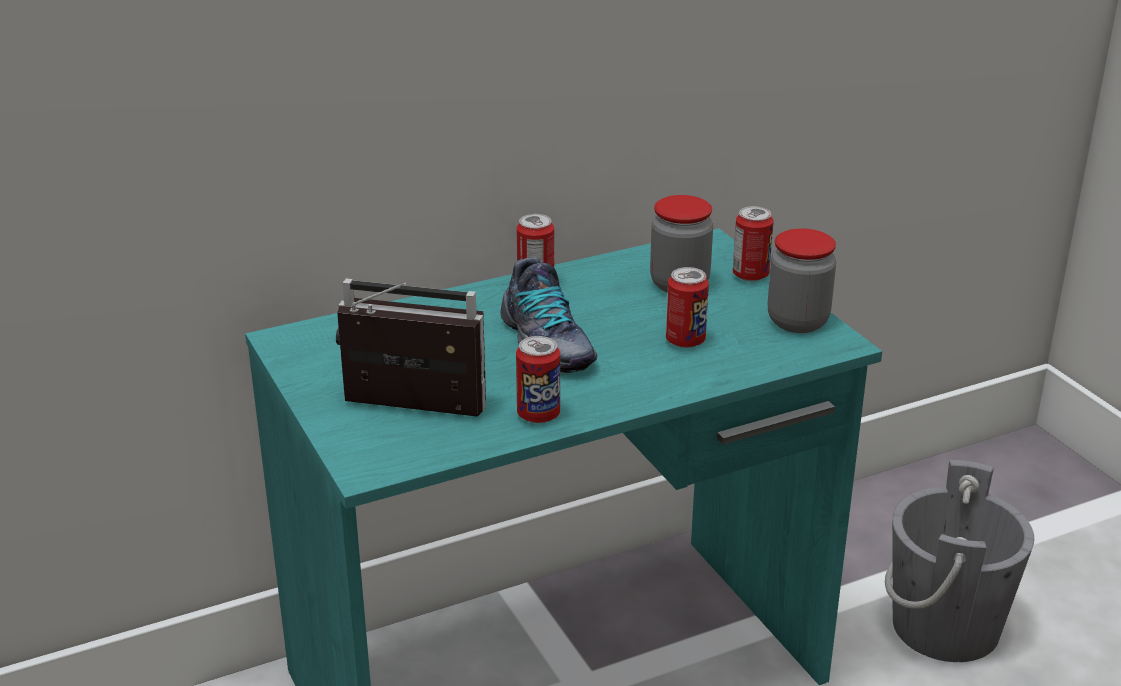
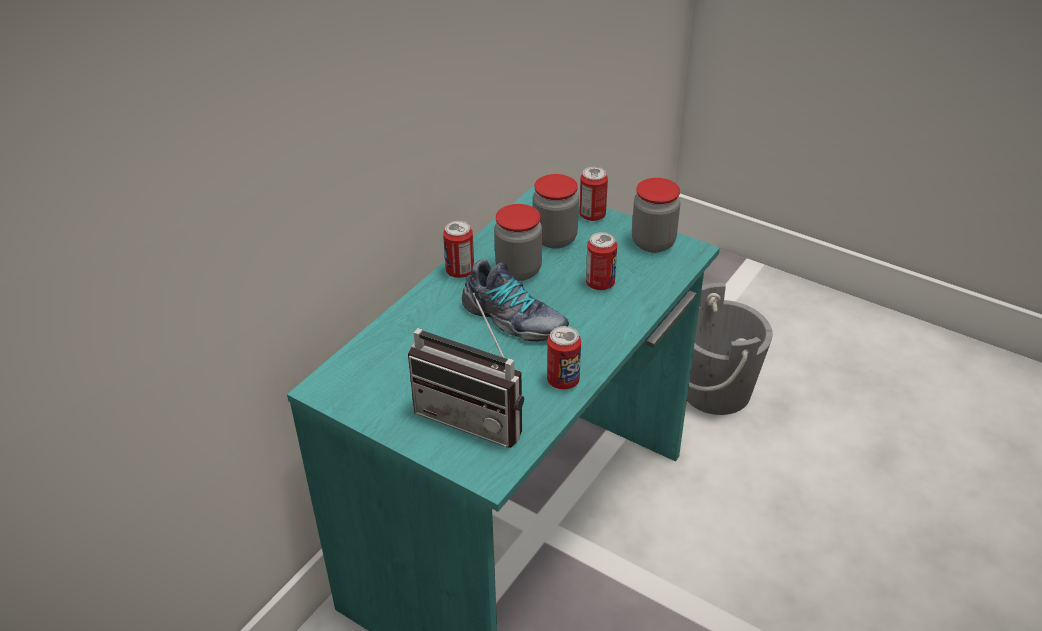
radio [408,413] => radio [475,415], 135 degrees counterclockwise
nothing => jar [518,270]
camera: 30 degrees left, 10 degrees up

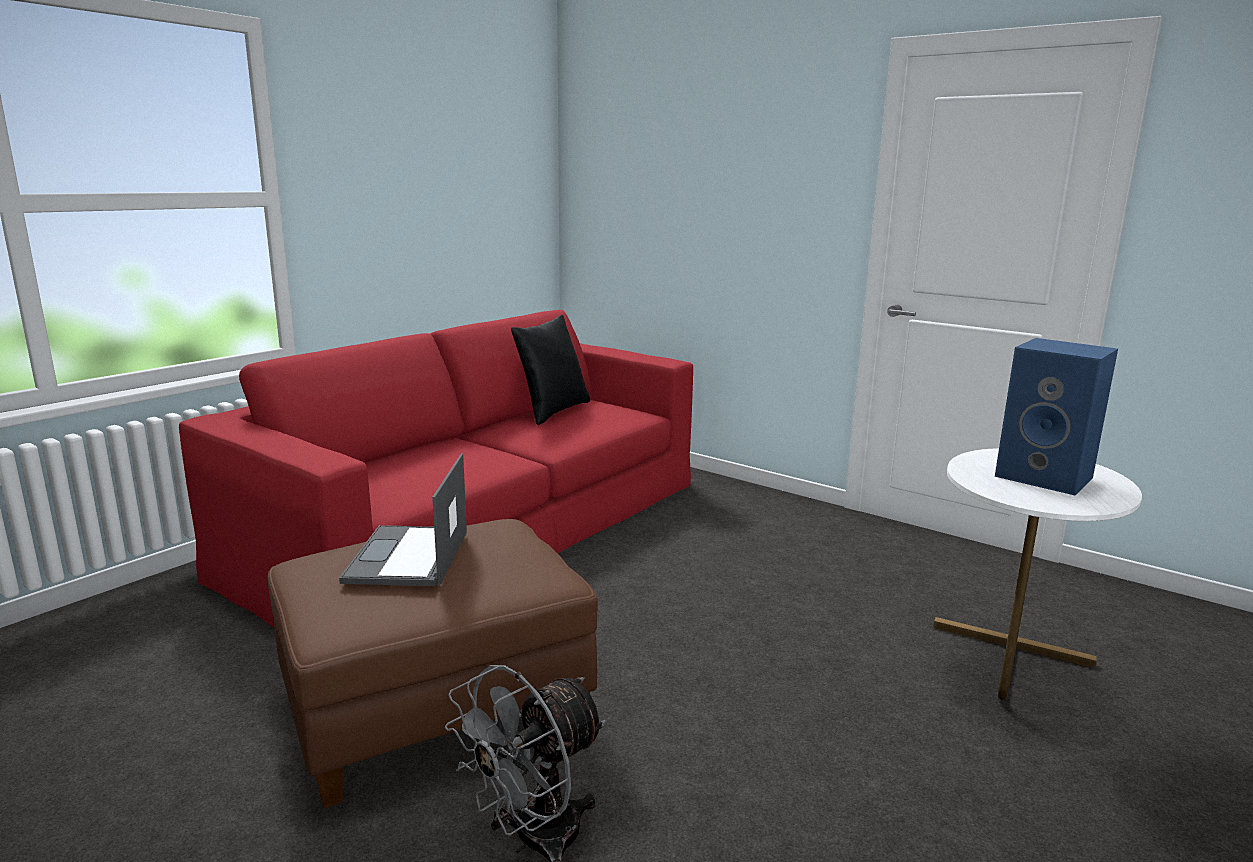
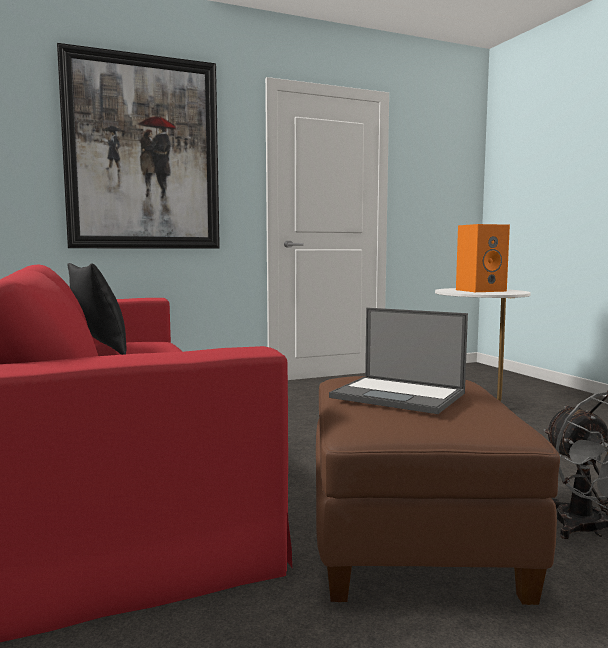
nothing => picture [143,154]
blue speaker [1046,477] => orange speaker [481,290]
camera: 60 degrees left, 10 degrees down

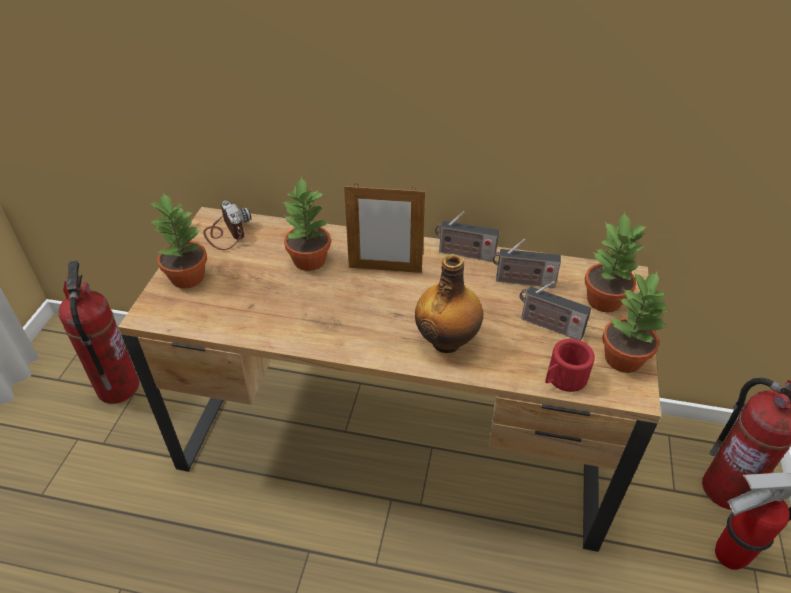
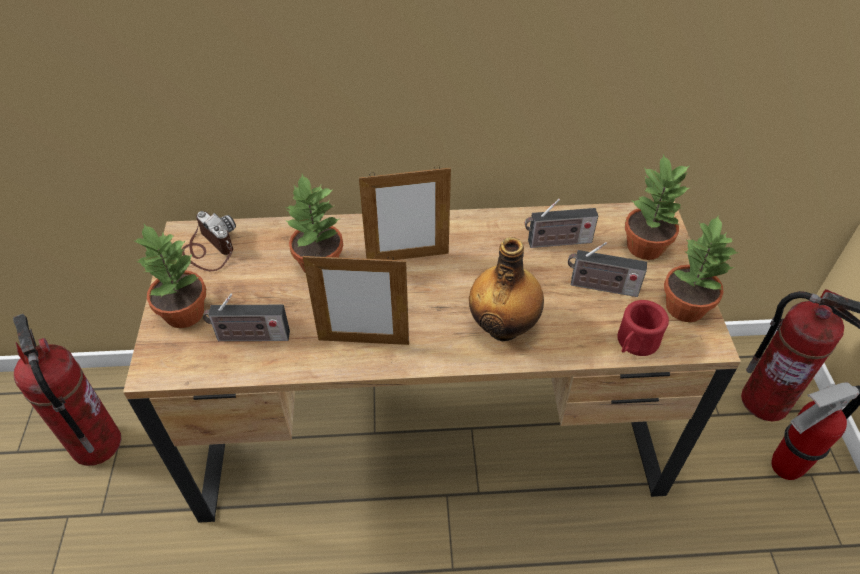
radio [464,254] => radio [250,337], moved
nothing => picture frame [363,341]
camera: 15 degrees left, 5 degrees up

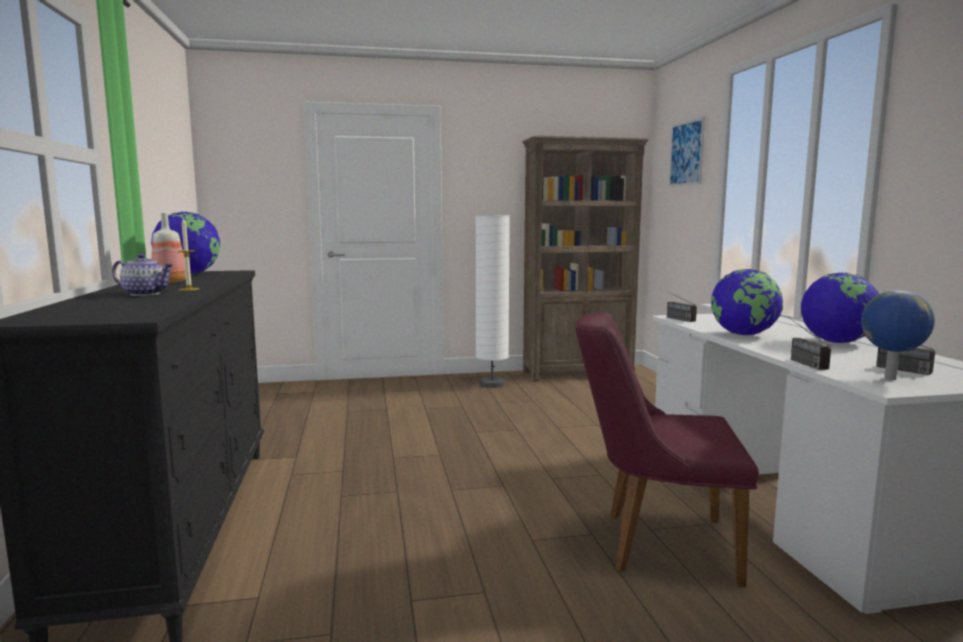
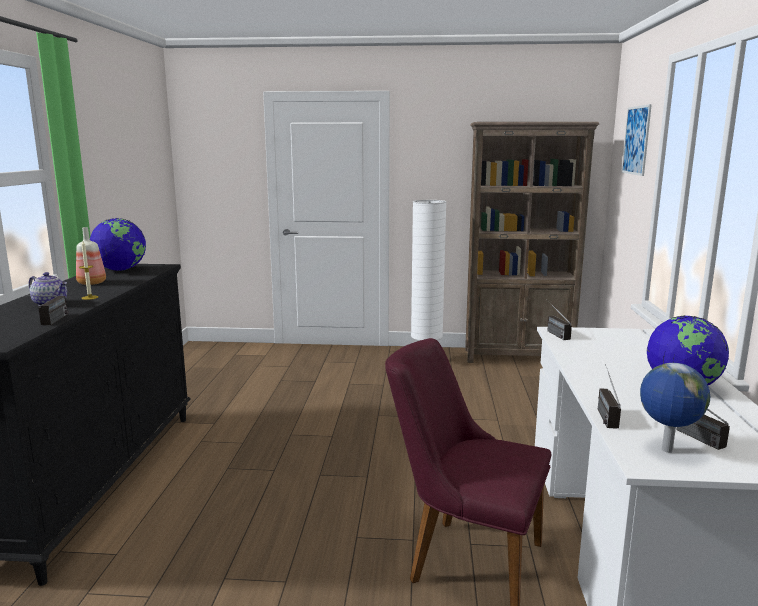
nothing => radio [51,322]
globe [744,335] => nothing
camera: 15 degrees right, 5 degrees up

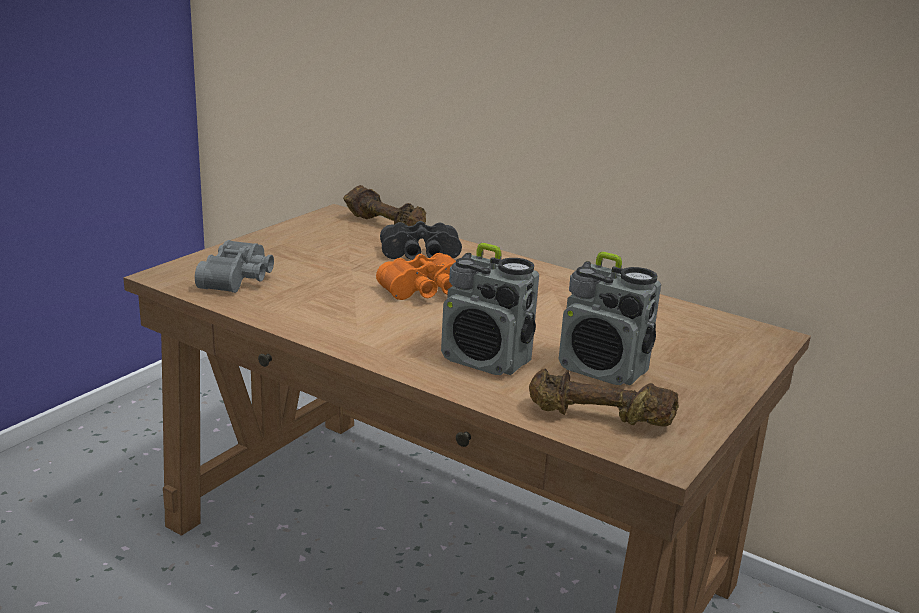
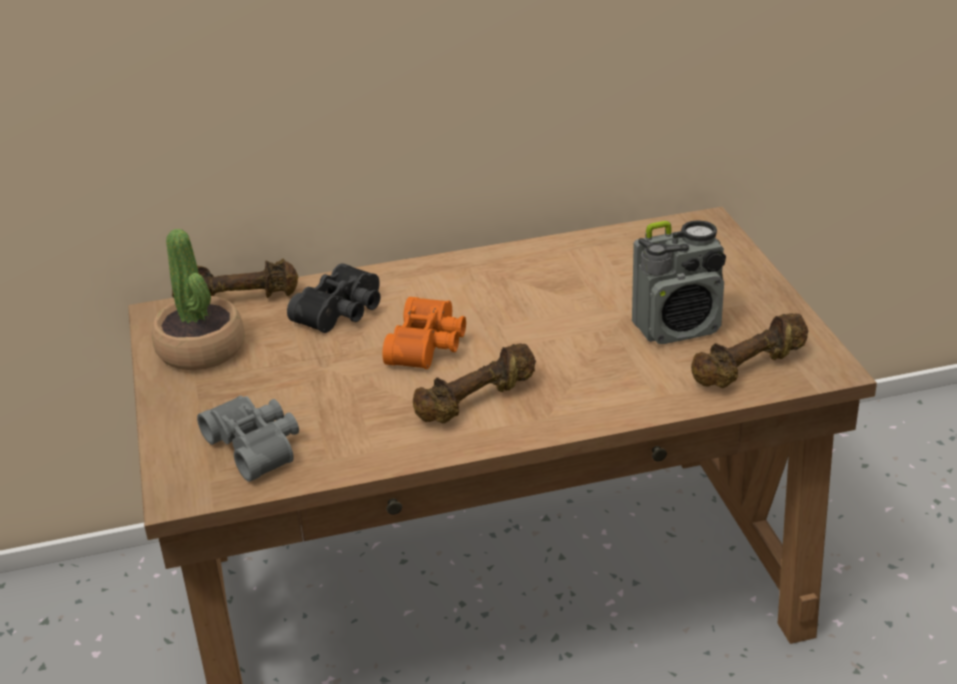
nothing => potted plant [201,349]
nothing => brown dumbbell [477,401]
radio [486,361] => nothing
camera: 45 degrees left, 10 degrees up

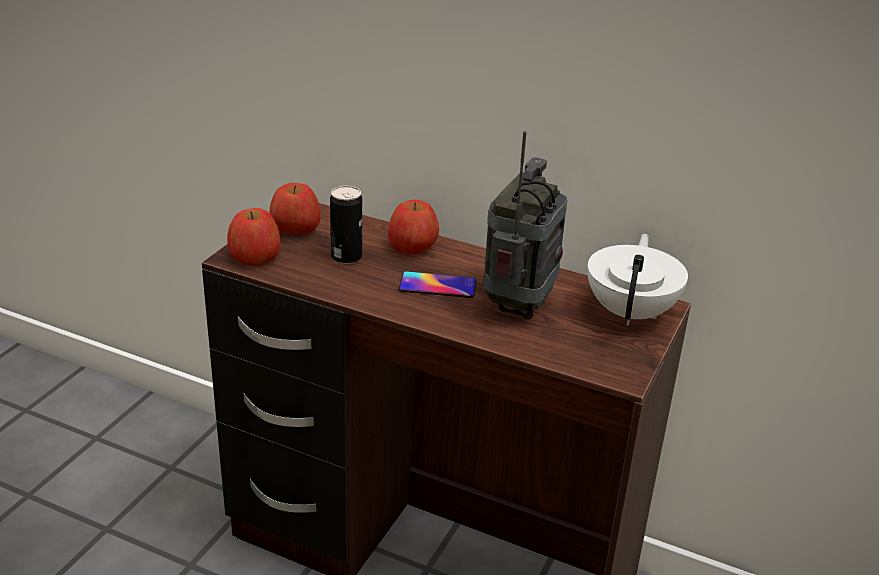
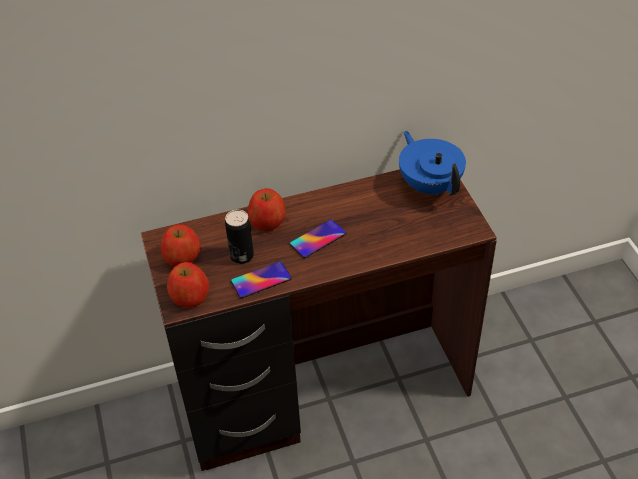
nothing => phone [261,280]
white teapot [631,312] => blue teapot [430,185]
radio [519,305] => nothing
camera: 40 degrees left, 15 degrees up

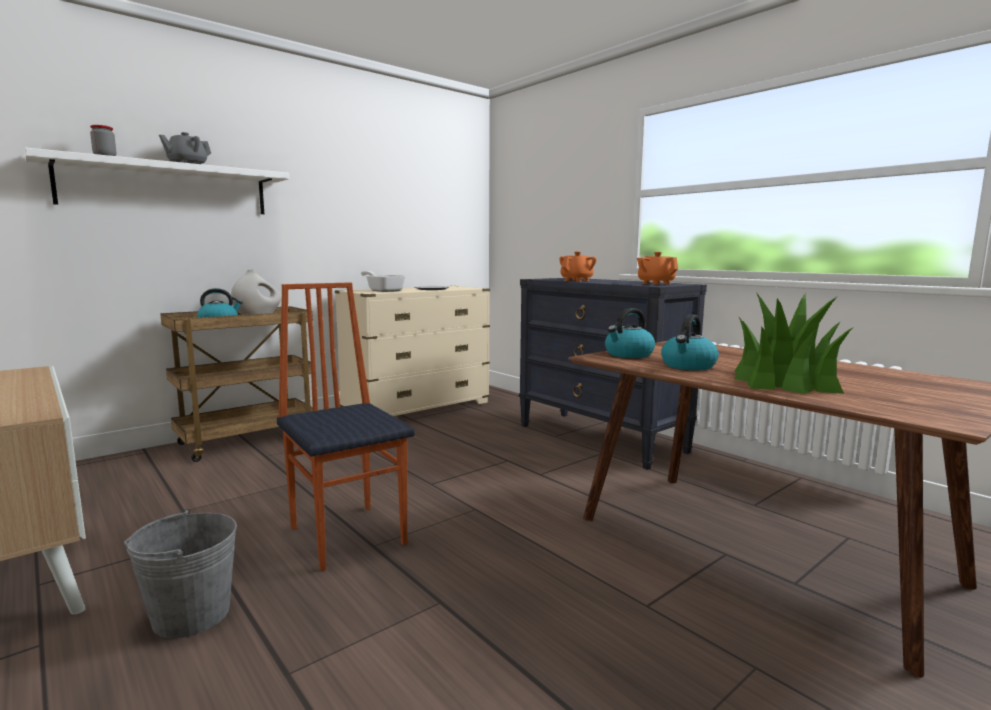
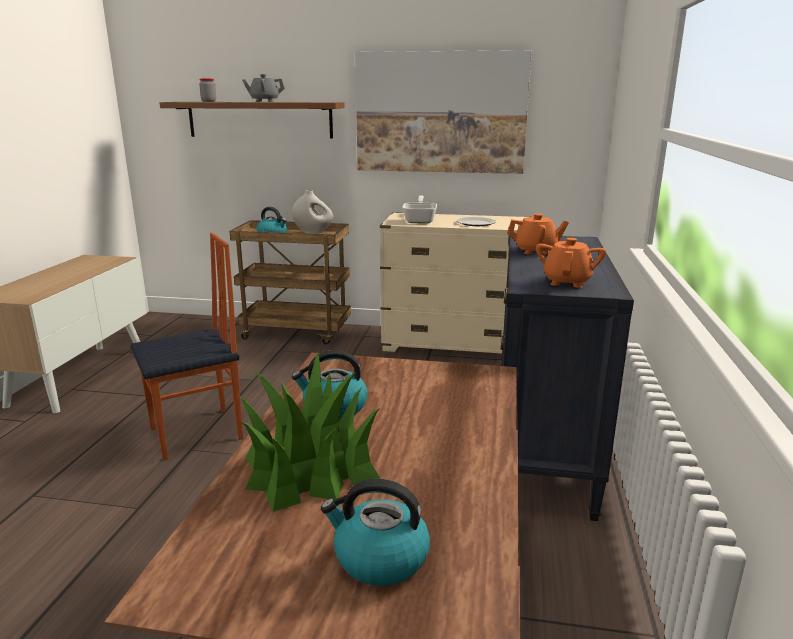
chair [349,534] => chair [197,434], 45 degrees clockwise
white shelf [167,188] => brown shelf [259,119]
kettle [628,354] => kettle [379,558], moved
nothing => picture [440,113]
grey bucket [191,615] => nothing
camera: 50 degrees right, 10 degrees up

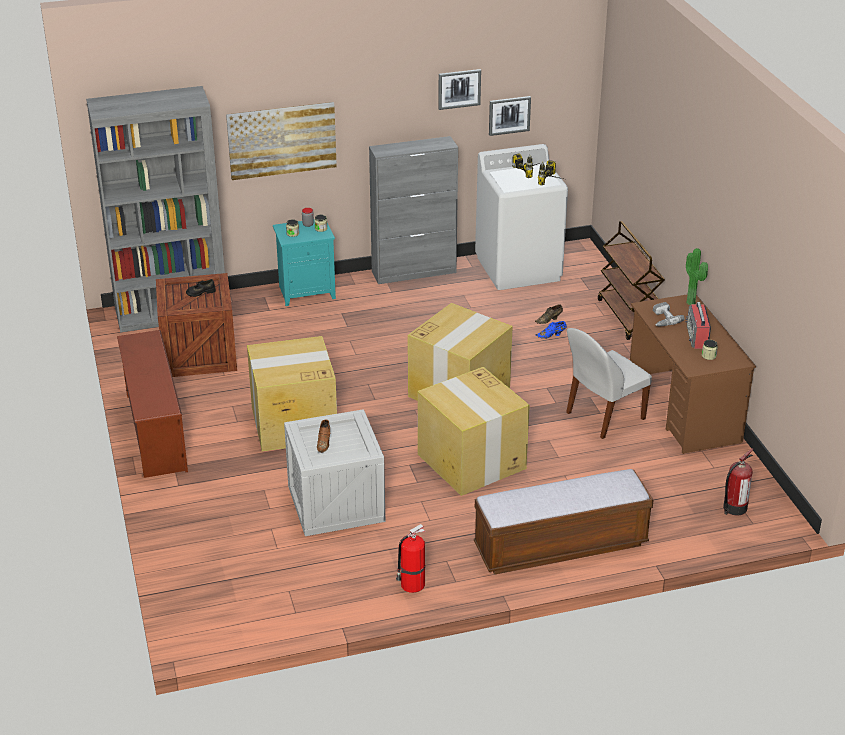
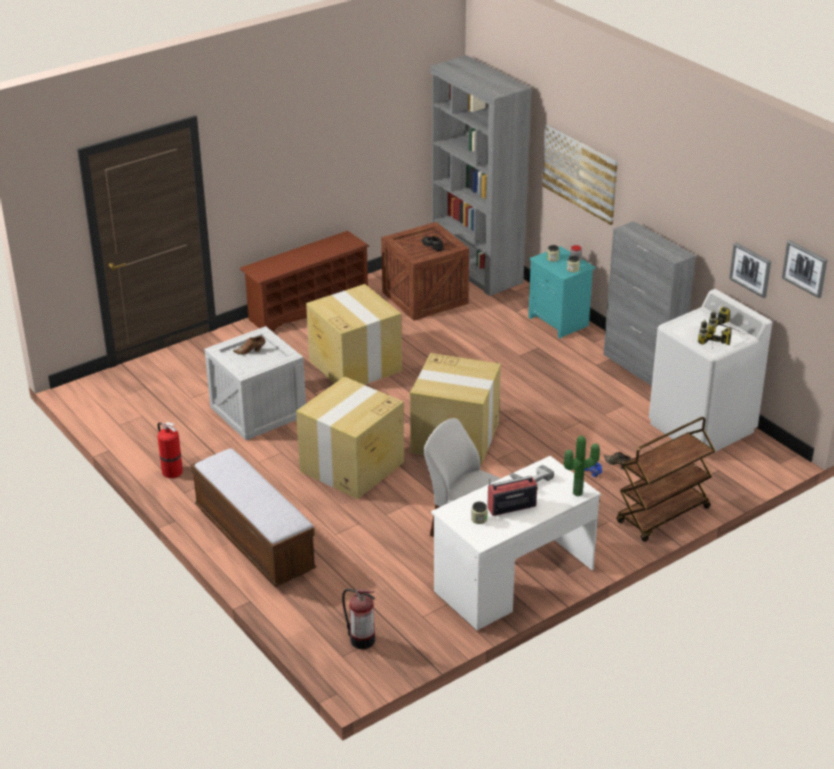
brown desk [683,409] => white desk [513,580]
picture [459,89] => picture [805,268], moved
camera: 70 degrees right, 0 degrees up

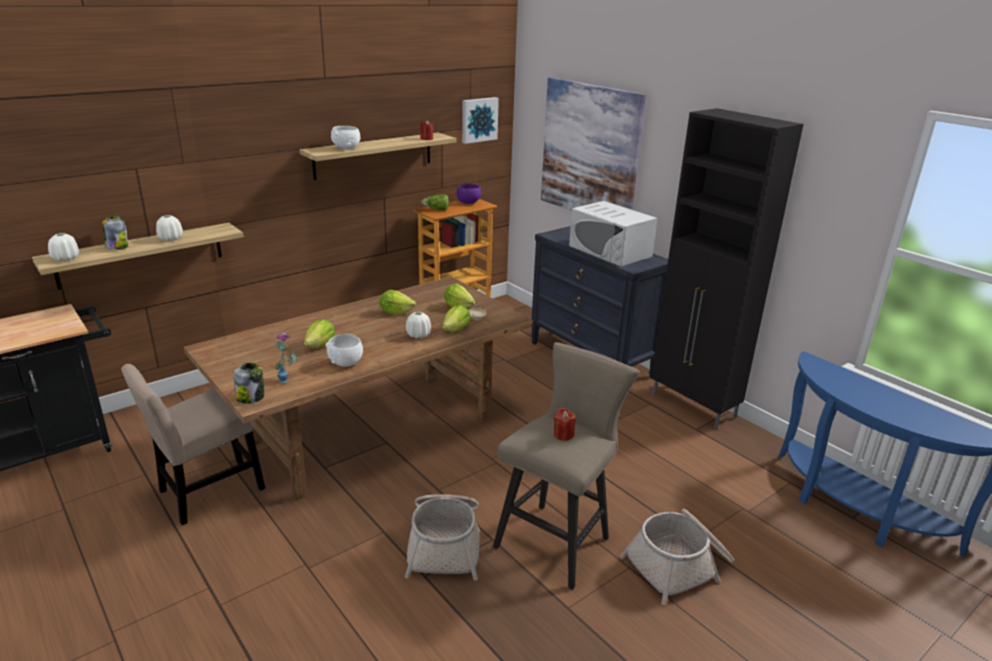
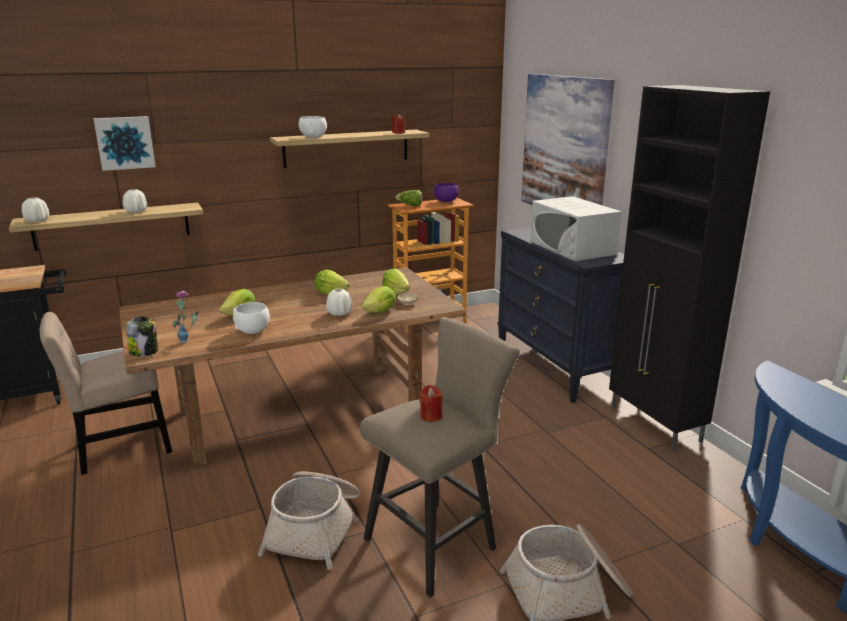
picture [478,119] => picture [125,143], moved
jar [117,247] => nothing
camera: 15 degrees right, 5 degrees down

